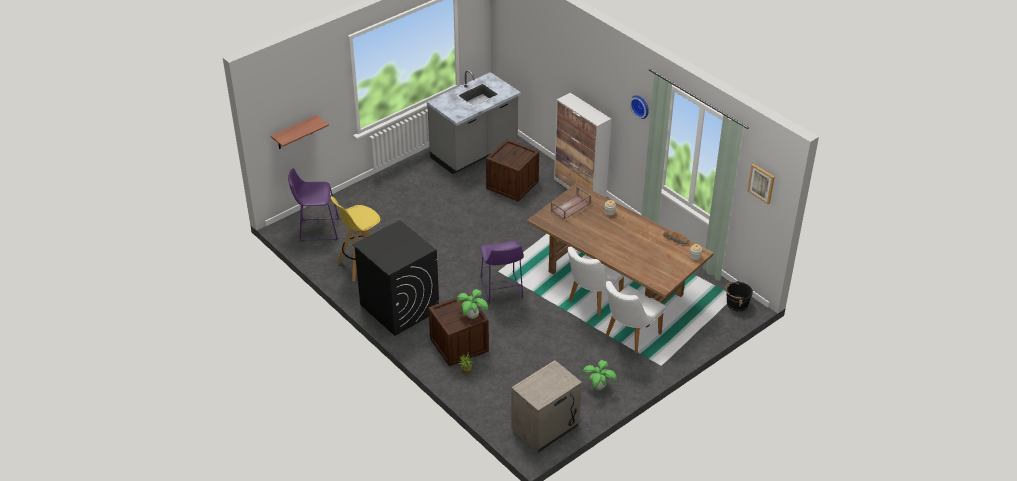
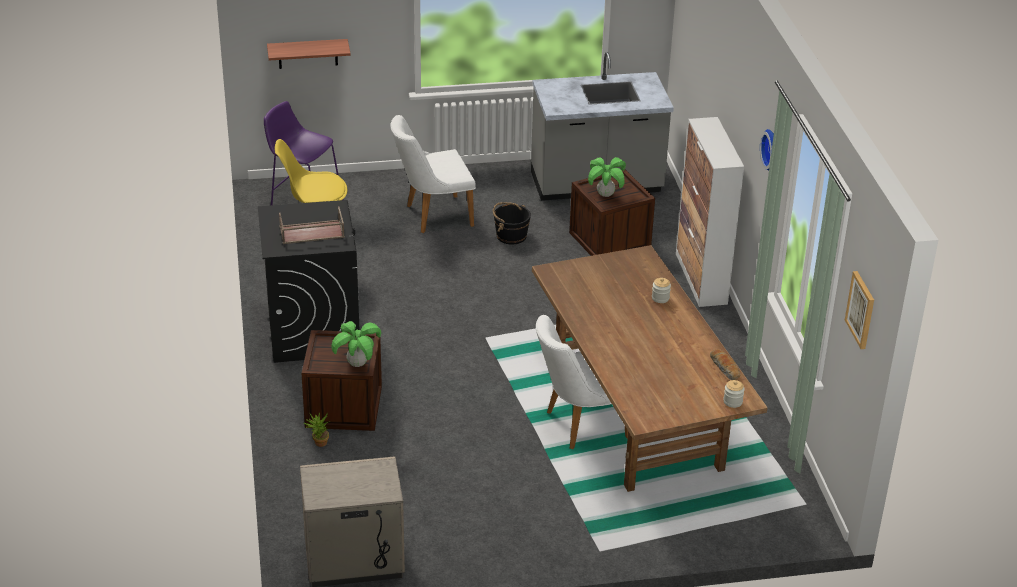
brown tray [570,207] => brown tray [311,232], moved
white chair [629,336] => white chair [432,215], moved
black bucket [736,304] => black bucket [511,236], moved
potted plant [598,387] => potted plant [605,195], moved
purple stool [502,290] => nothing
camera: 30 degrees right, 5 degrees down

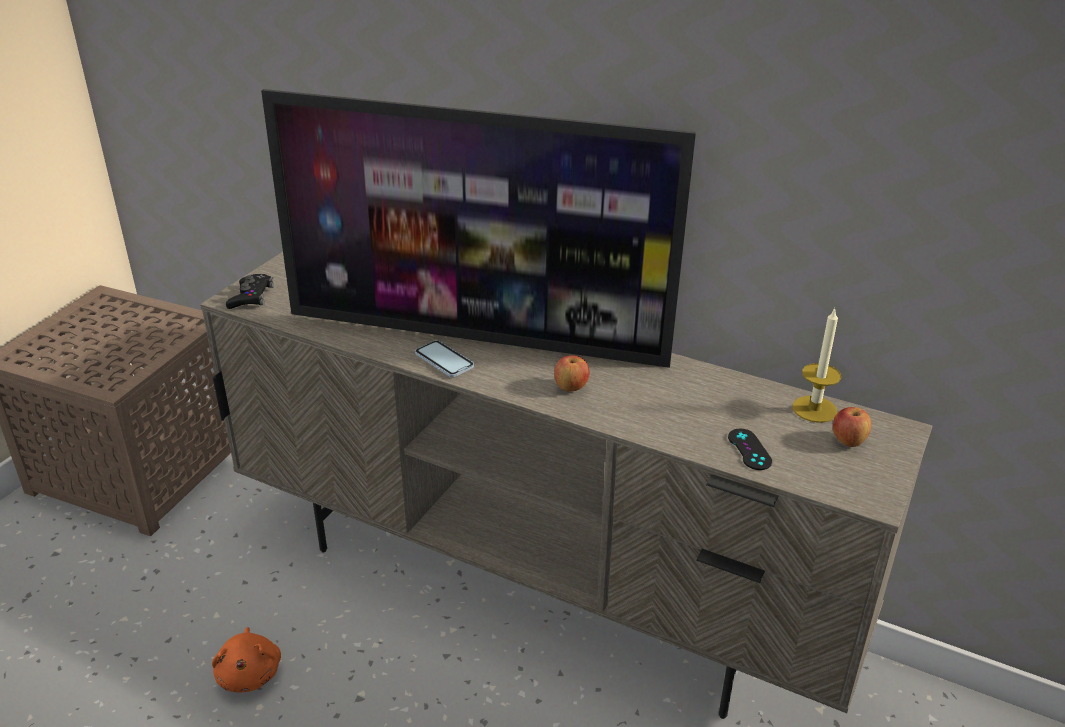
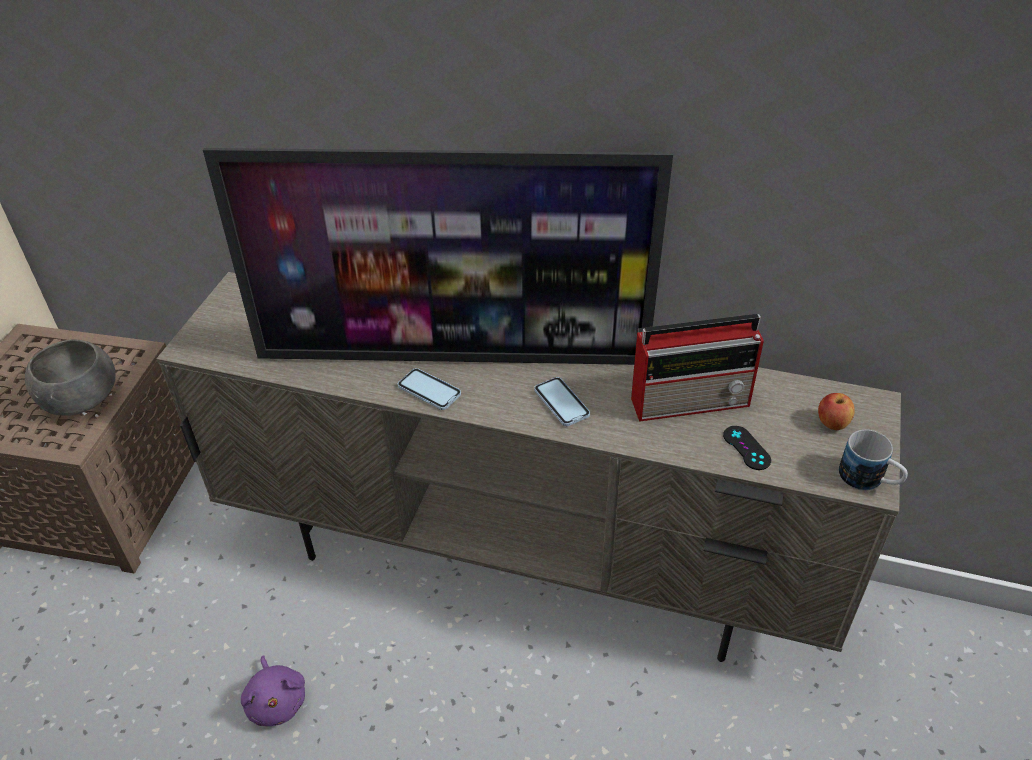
nothing => grey bowl [80,399]
orange plush toy [250,673] => purple plush toy [277,701]
apple [571,387] => phone [561,403]
nothing => radio [692,400]
nothing => mug [869,480]
black game controller [251,297] => nothing
candle [814,409] => nothing
camera: 10 degrees left, 10 degrees up

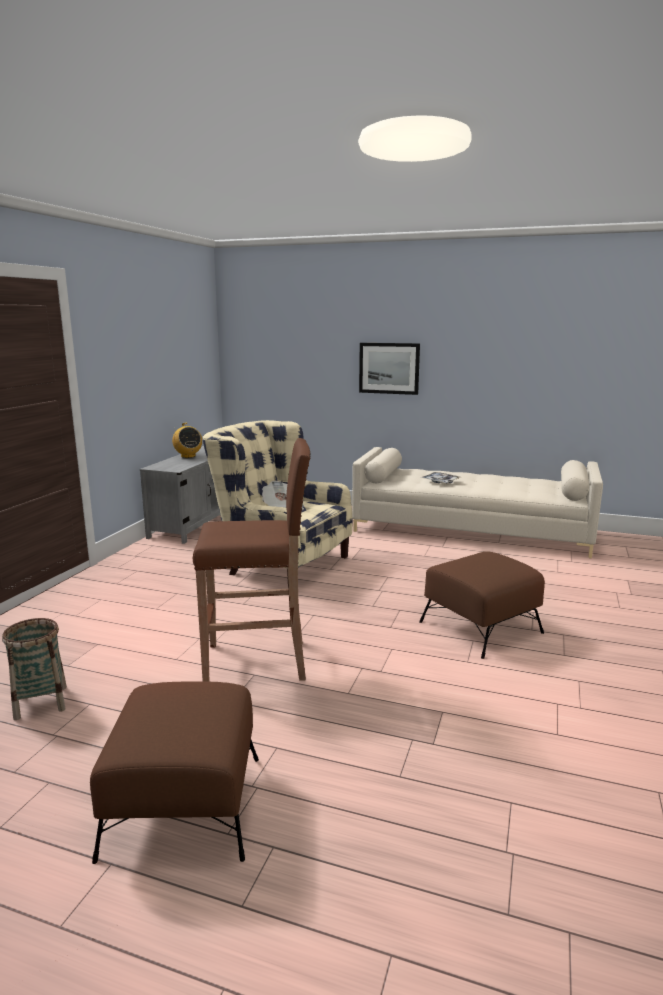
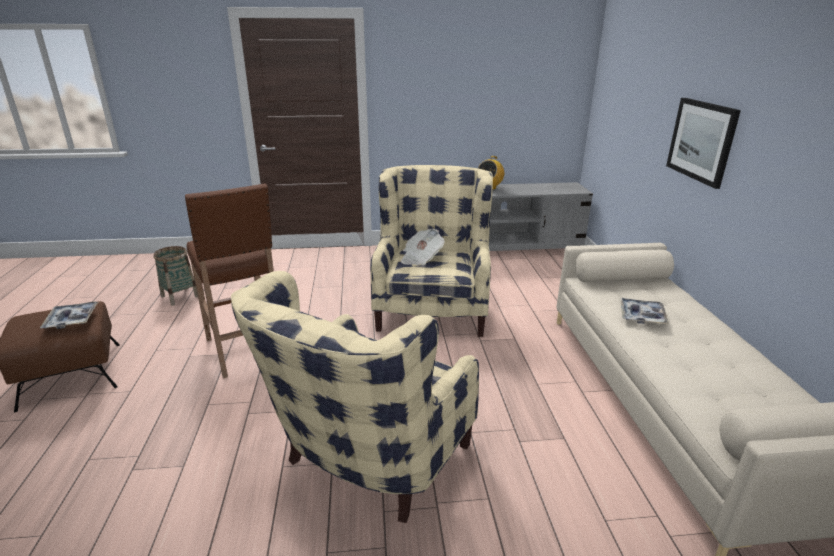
nothing => tray [72,320]
brown ottoman [479,627] => beige armchair [366,463]
camera: 65 degrees right, 10 degrees up

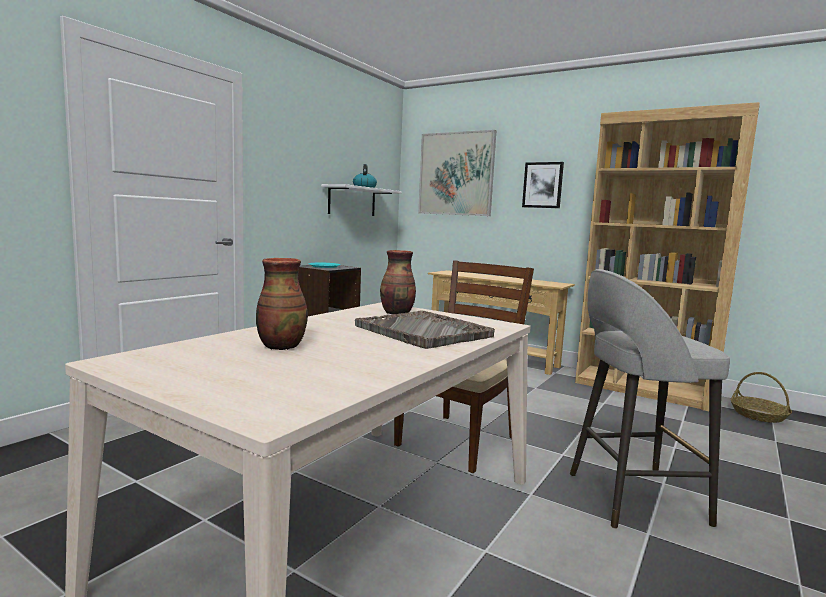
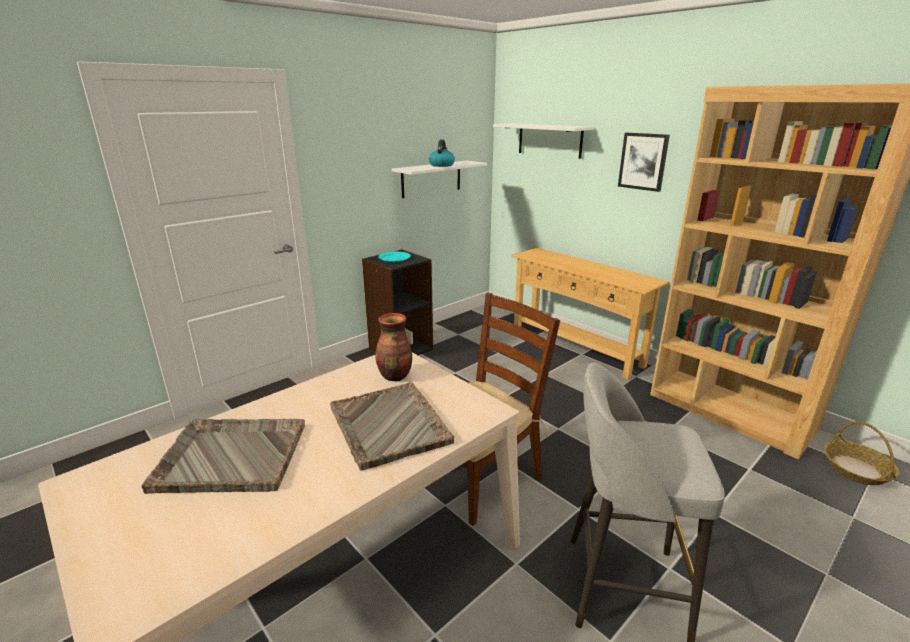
vase [281,346] => grey tray [230,456]
picture [456,174] => white shelf [549,140]
camera: 15 degrees right, 15 degrees up

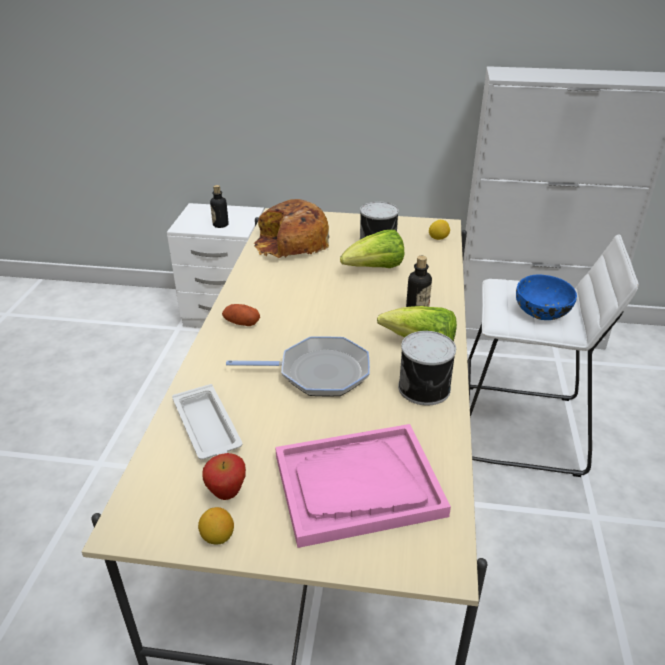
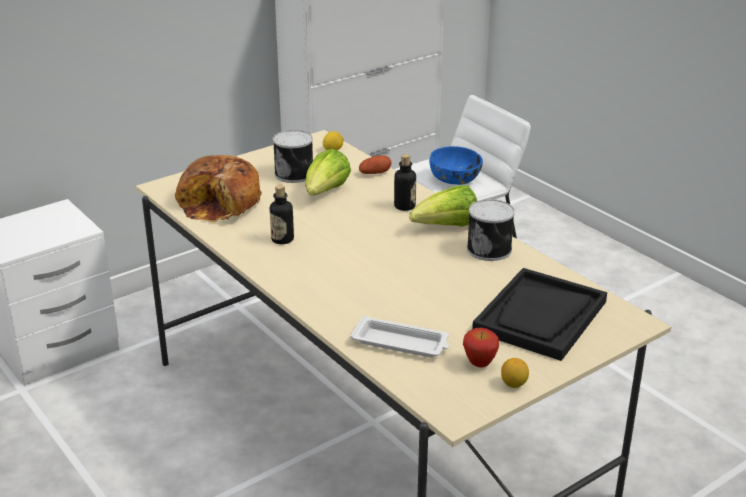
bottle [220,225] => bottle [282,239], moved
potato [241,323] => potato [375,173], moved
pink tray [358,486] => black tray [540,316]
frying pan [318,373] => nothing
camera: 45 degrees left, 5 degrees down

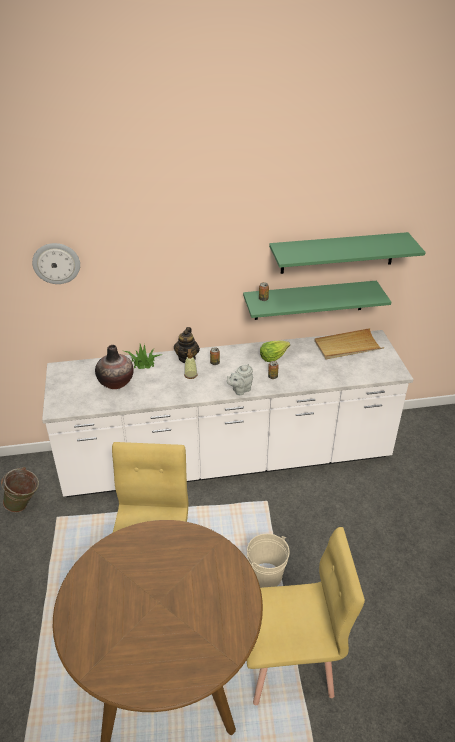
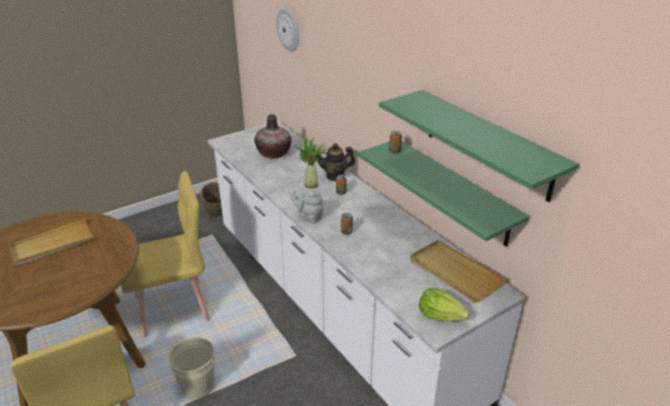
nothing => beige tray [52,244]
lettuce [273,356] => lettuce [441,315], moved
camera: 65 degrees right, 5 degrees down

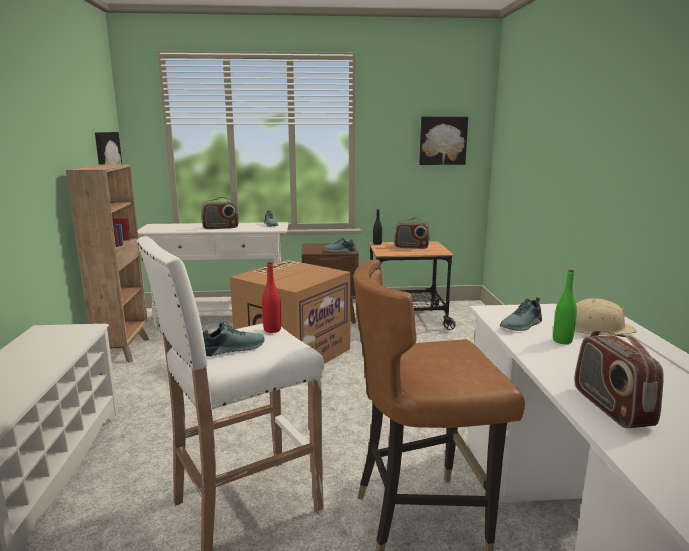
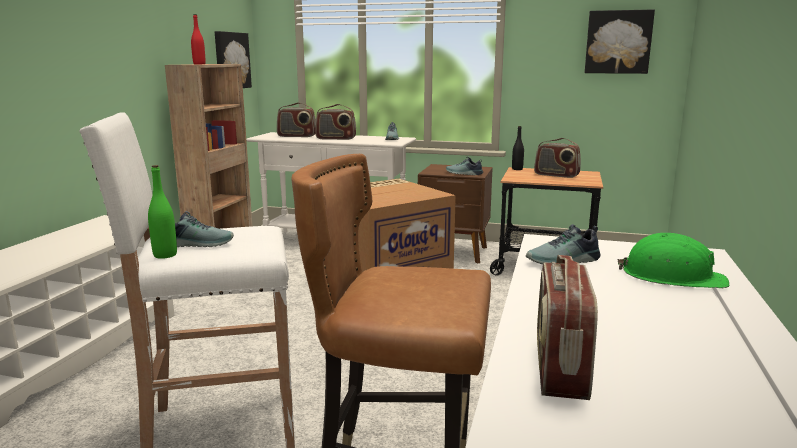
green bottle [562,341] => green bottle [165,255], moved
red bottle [272,330] => red bottle [199,64], moved
nothing => radio [296,136]
beige hard hat [597,328] => green hard hat [672,277]
camera: 20 degrees right, 0 degrees up

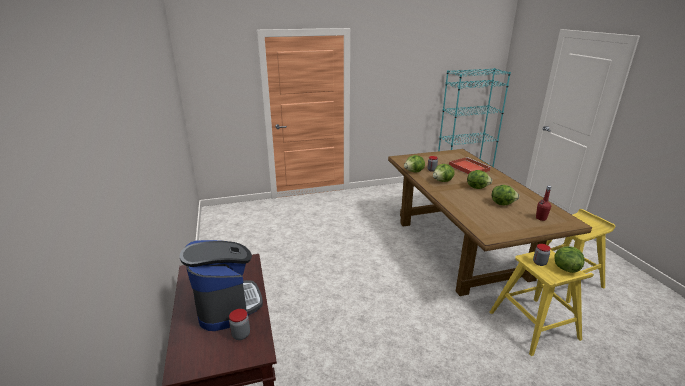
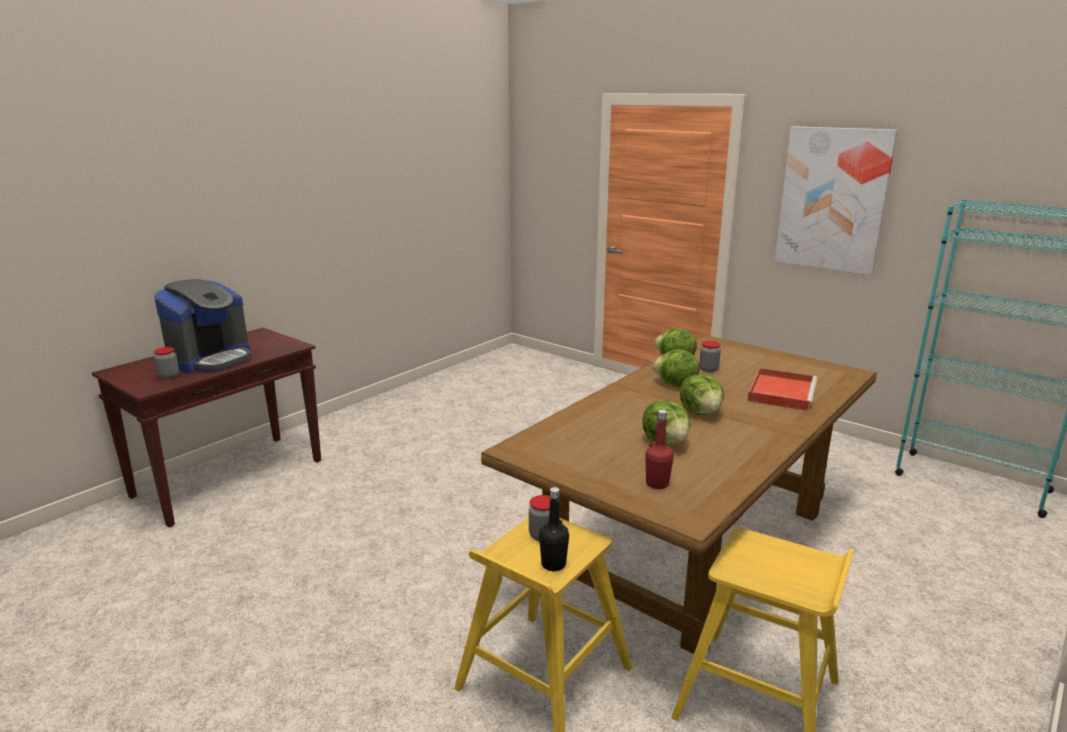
lettuce [565,268] => black bottle [553,564]
nothing => picture [832,199]
camera: 55 degrees right, 5 degrees down

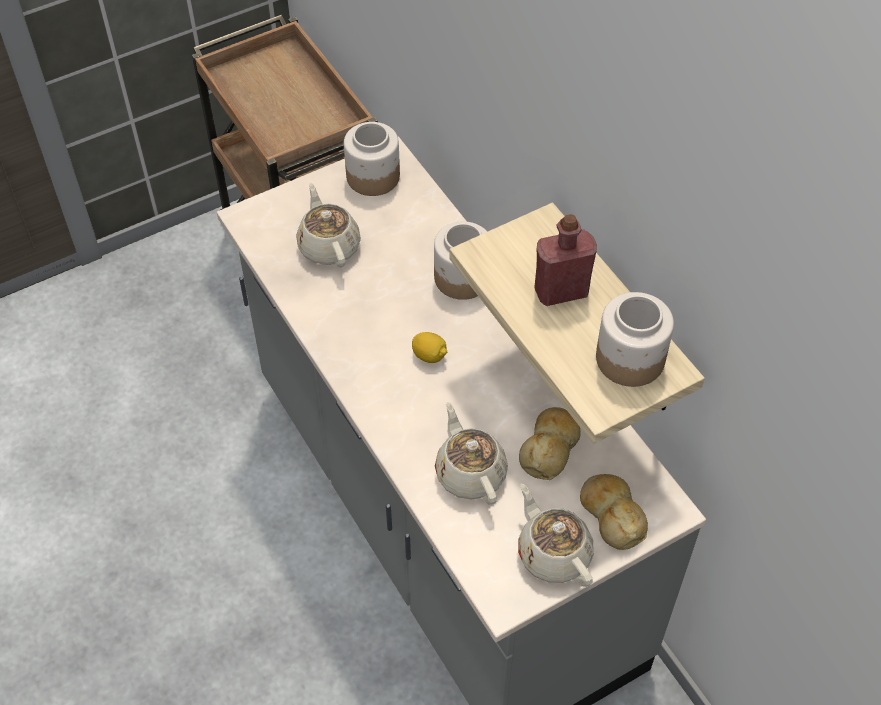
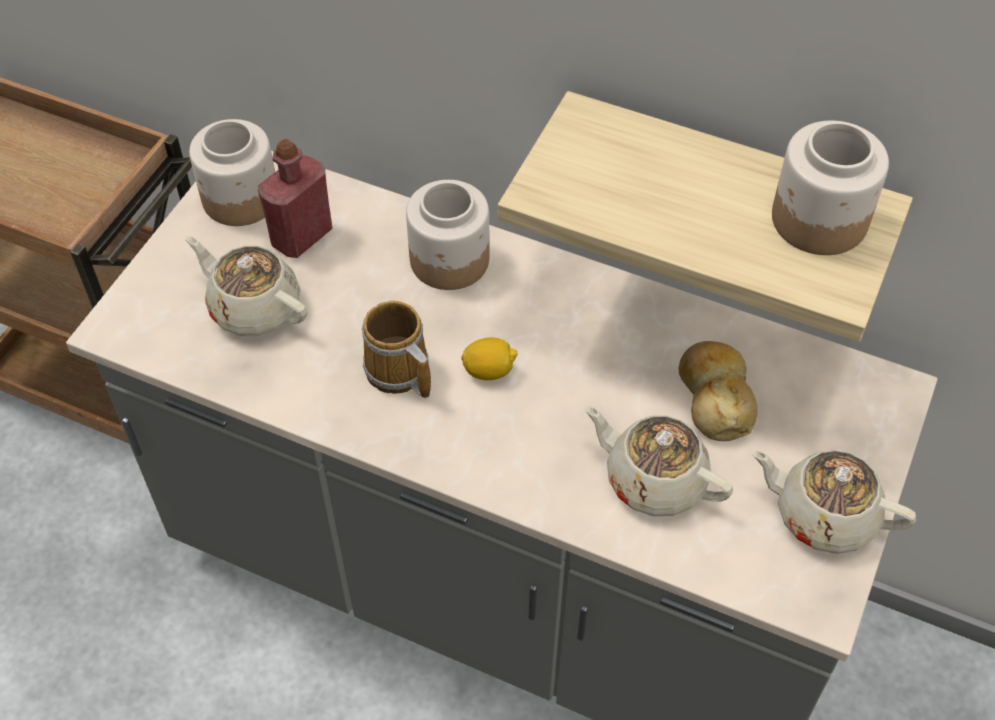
red bottle [561,291] => red bottle [301,236], moved
nothing => mug [398,372]
bread [612,515] => nothing
camera: 35 degrees left, 0 degrees up

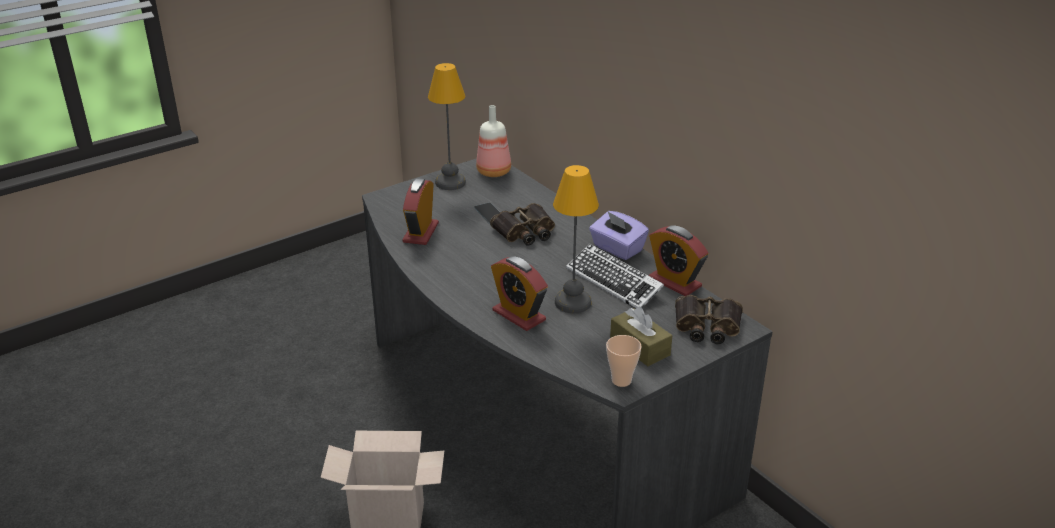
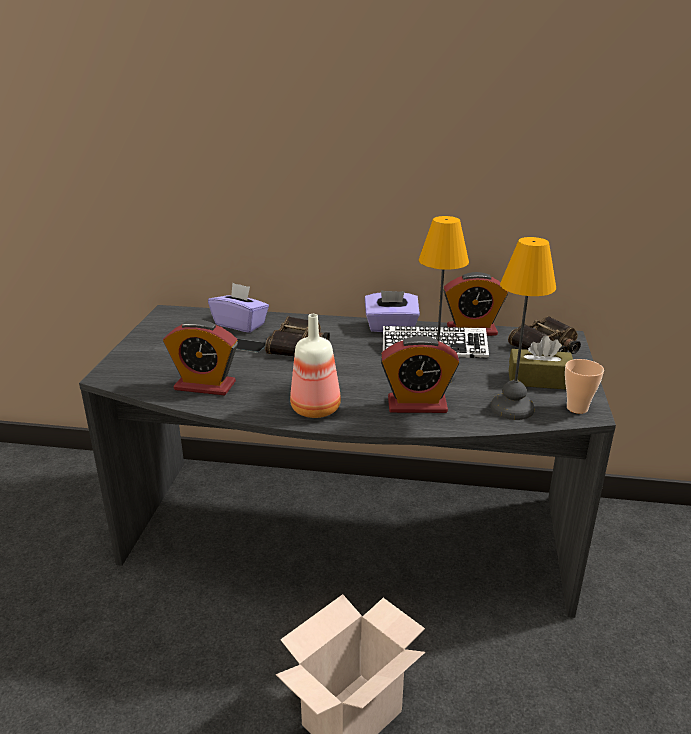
alarm clock [421,233] => alarm clock [205,386], 45 degrees counterclockwise
nothing => purple tissue box [240,324]
bottle [495,172] => bottle [316,408], moved
table lamp [449,182] => table lamp [511,409], moved
camera: 45 degrees left, 5 degrees down

